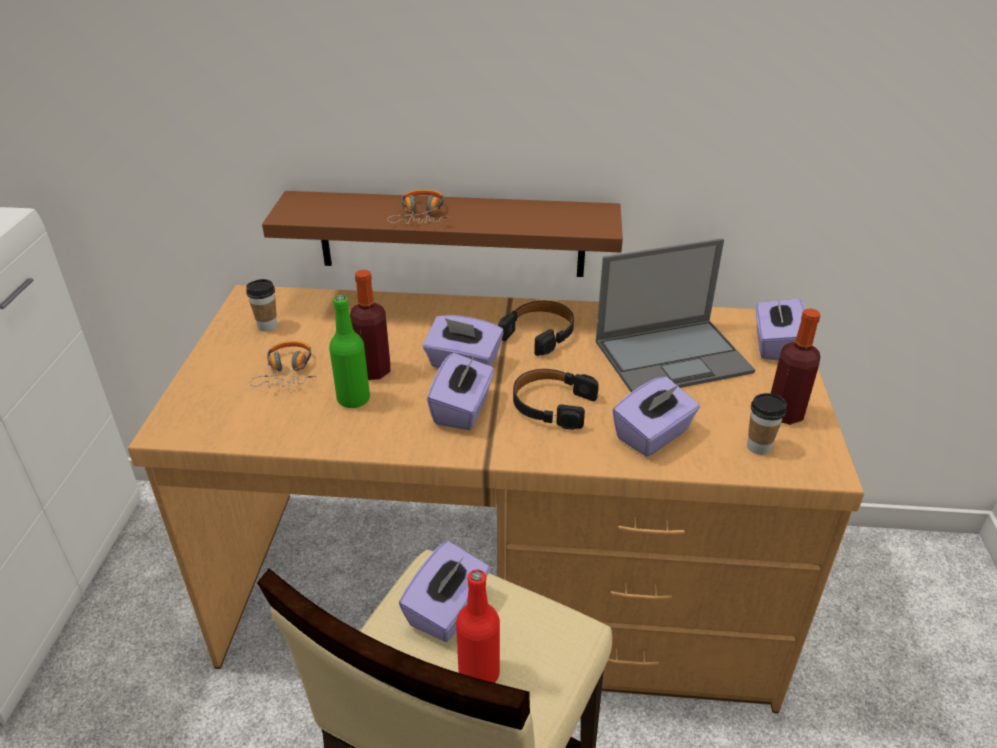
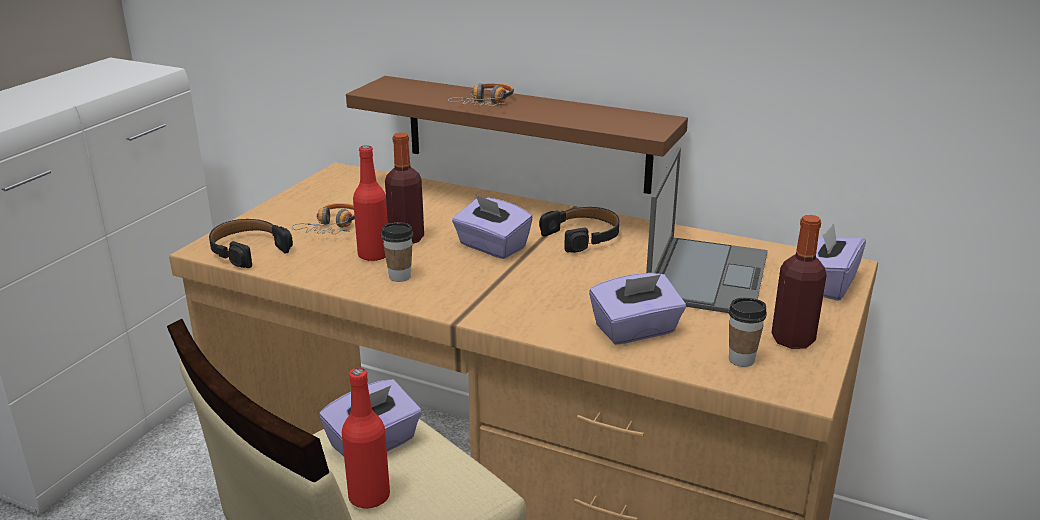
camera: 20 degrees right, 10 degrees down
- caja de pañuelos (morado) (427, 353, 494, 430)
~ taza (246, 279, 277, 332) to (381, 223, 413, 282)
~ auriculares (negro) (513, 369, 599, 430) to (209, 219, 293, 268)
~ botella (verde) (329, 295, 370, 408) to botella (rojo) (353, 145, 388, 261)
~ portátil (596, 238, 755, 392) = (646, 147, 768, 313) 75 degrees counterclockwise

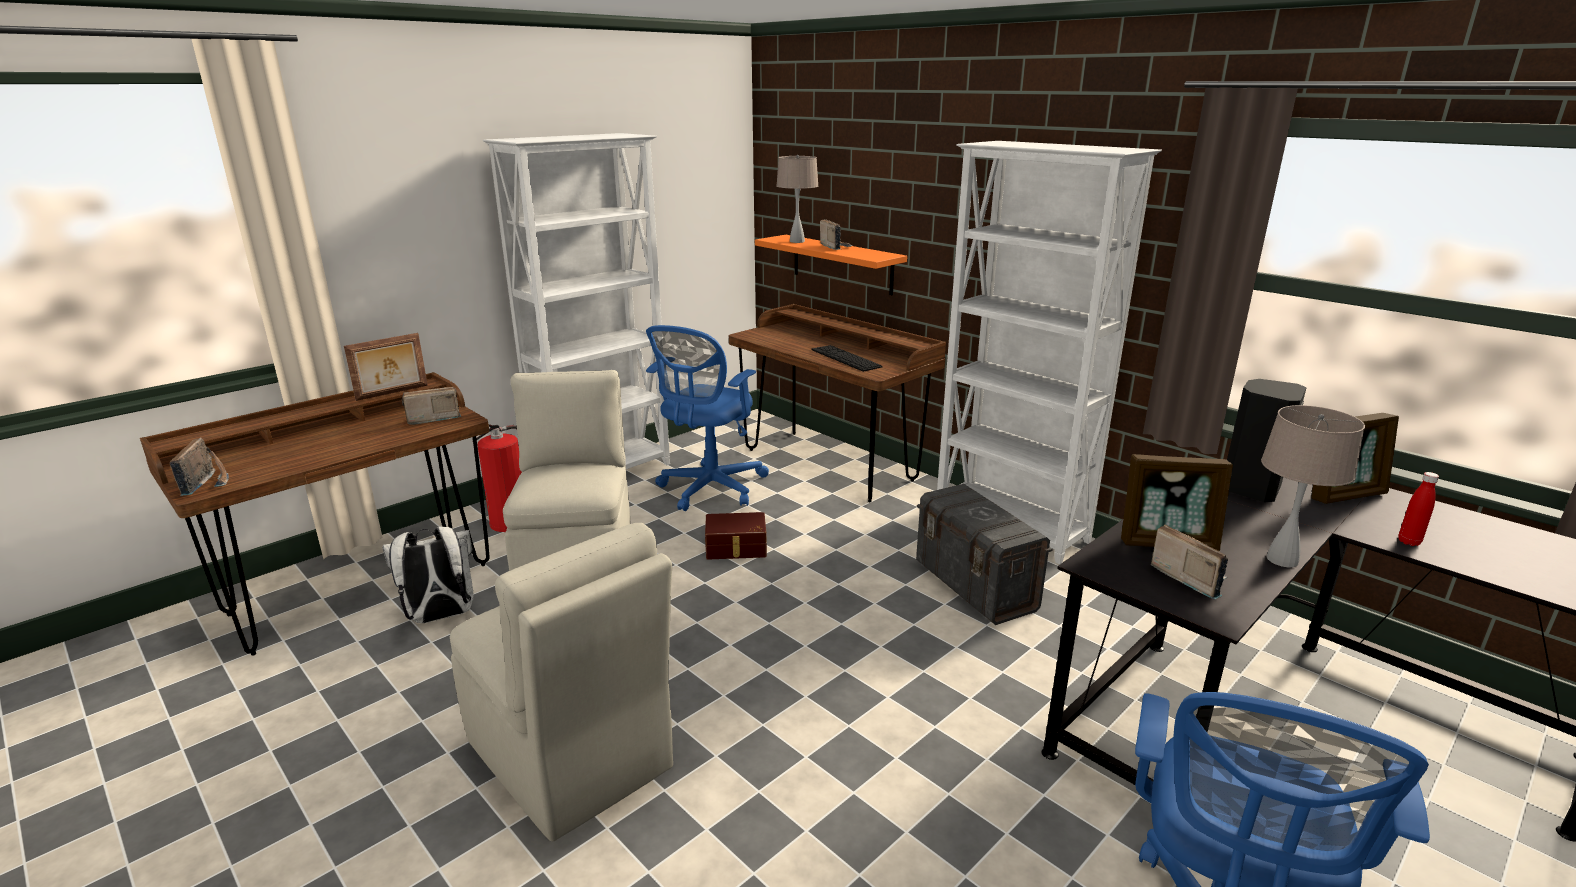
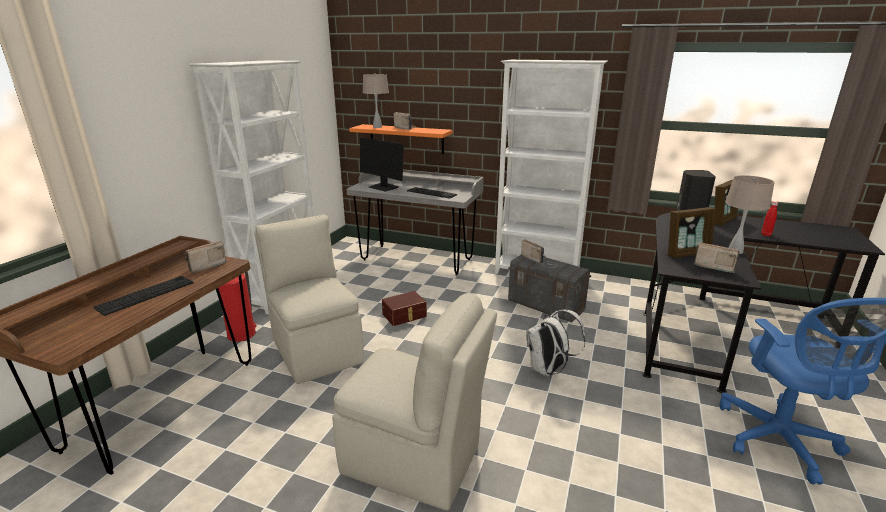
camera: 25 degrees left, 0 degrees up
- portarretratos (344, 333, 428, 401)
- silla de oficina (azul) (646, 325, 769, 511)
+ teclado (93, 276, 194, 316)
+ monitor (360, 137, 404, 192)
~ radio (170, 437, 229, 496) to (521, 239, 547, 264)
~ mochila (blanco) (382, 527, 474, 623) to (526, 309, 586, 377)
~ escritorio (marrón) (729, 304, 946, 502) to escritorio (gris) (346, 170, 484, 276)

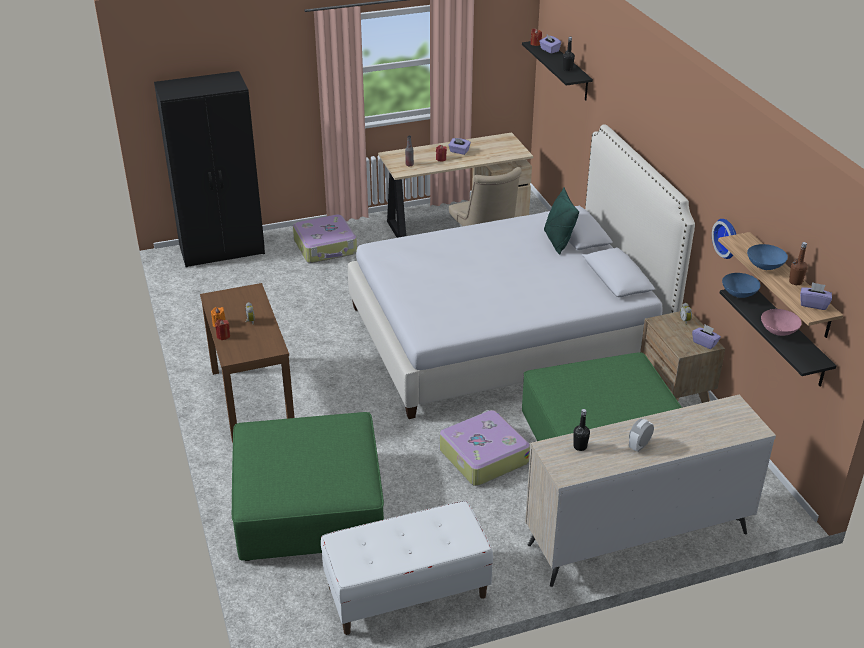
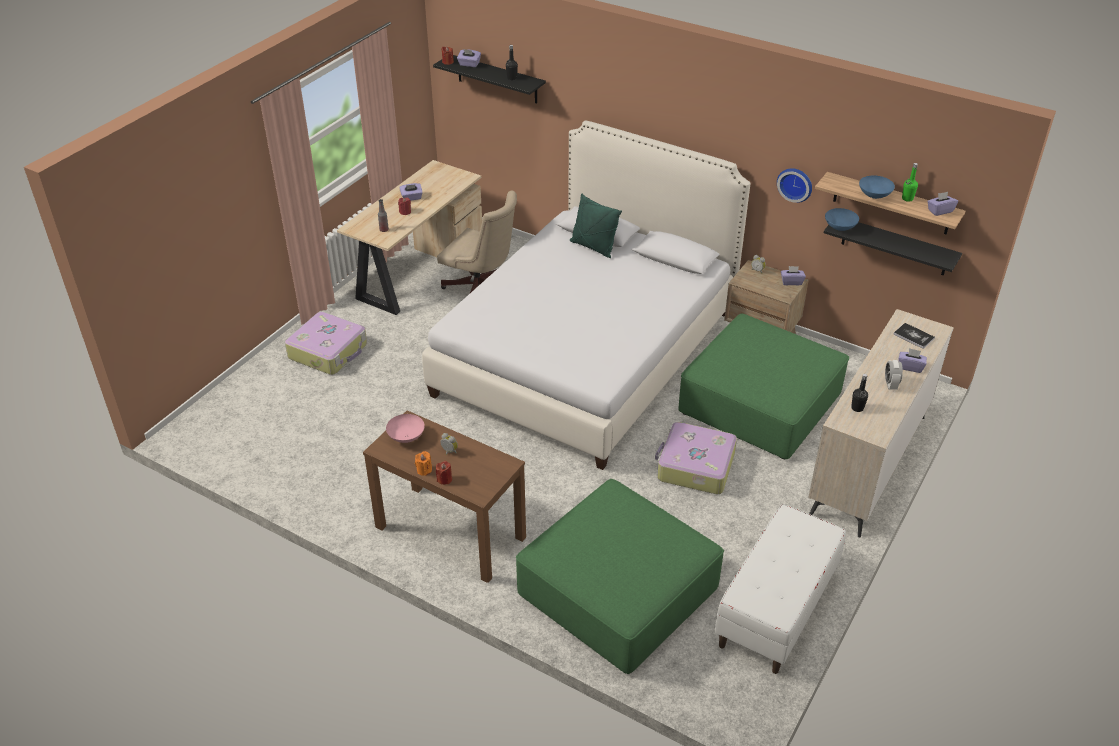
camera: 40 degrees left, 5 degrees up
- armario ropero (negro) (154, 71, 265, 267)
+ libro (893, 323, 935, 349)
+ caja de pañuelos (morado) (899, 348, 927, 373)
~ cuenco (rosa) (761, 309, 802, 336) to (386, 414, 425, 443)
~ botella (marrón) (789, 242, 808, 285) to botella (verde) (902, 163, 918, 202)

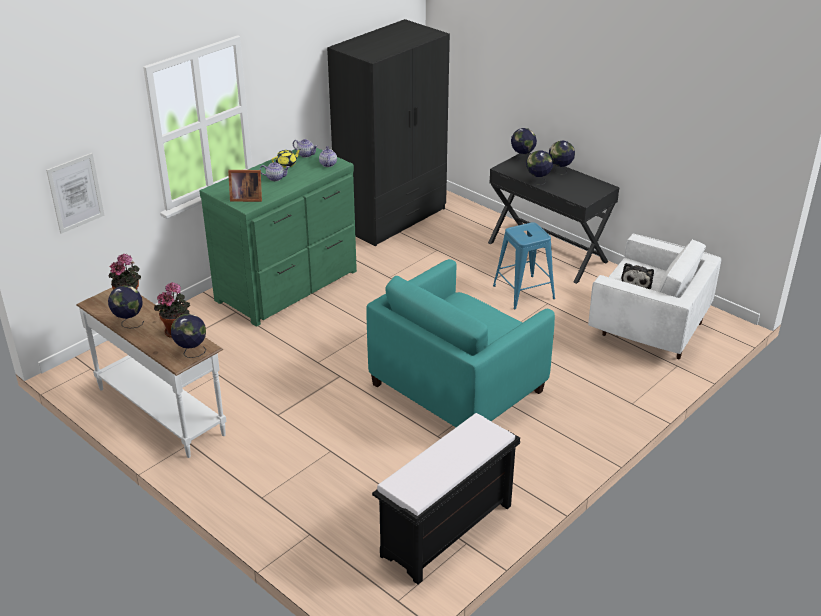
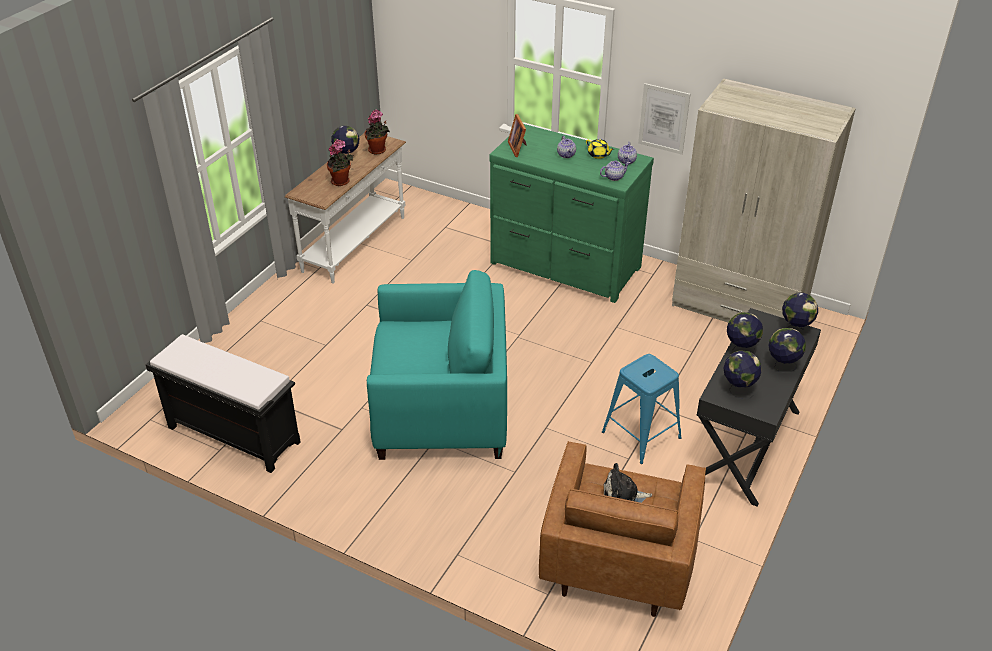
camera: 75 degrees right, 5 degrees up
~ cuadro (46, 153, 105, 234) to (638, 83, 690, 155)
~ globo terráqueo (171, 314, 206, 358) to (724, 350, 762, 400)
~ armario ropero (negro) (327, 19, 450, 246) to armario ropero (beis) (672, 78, 856, 323)
~ sillón (blanco) (588, 234, 722, 360) to sillón (marrón) (539, 441, 706, 617)
~ sillón (turquesa) (366, 259, 555, 427) = (367, 270, 507, 460) 150 degrees clockwise

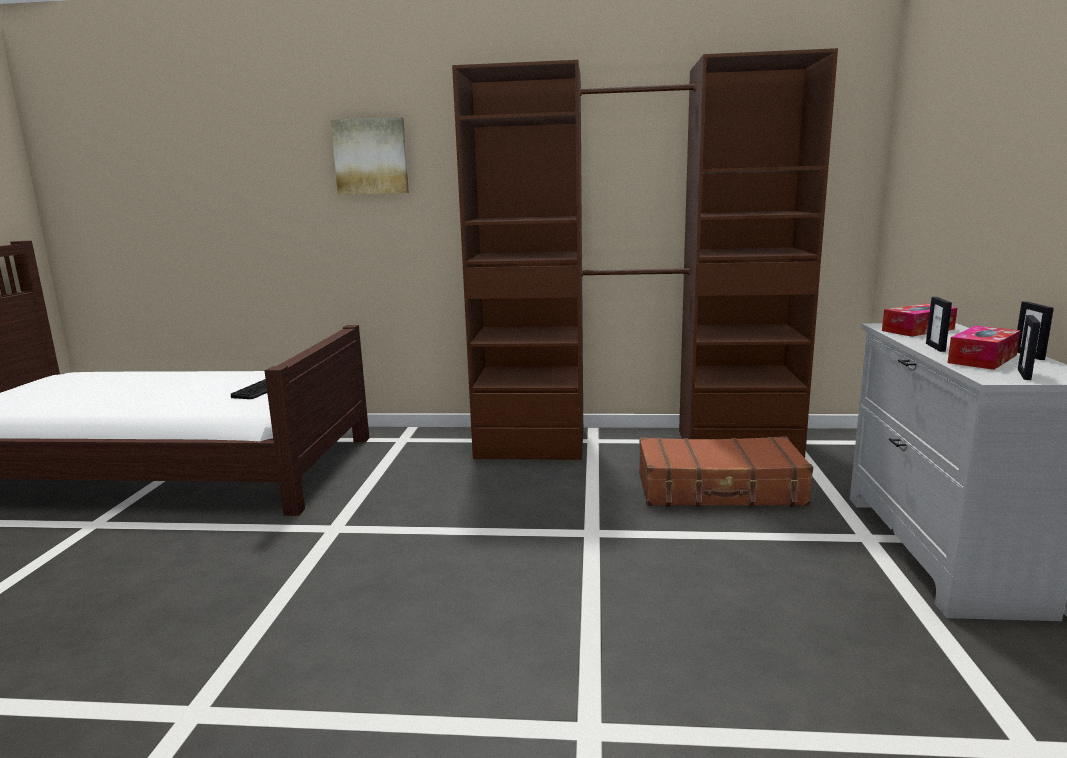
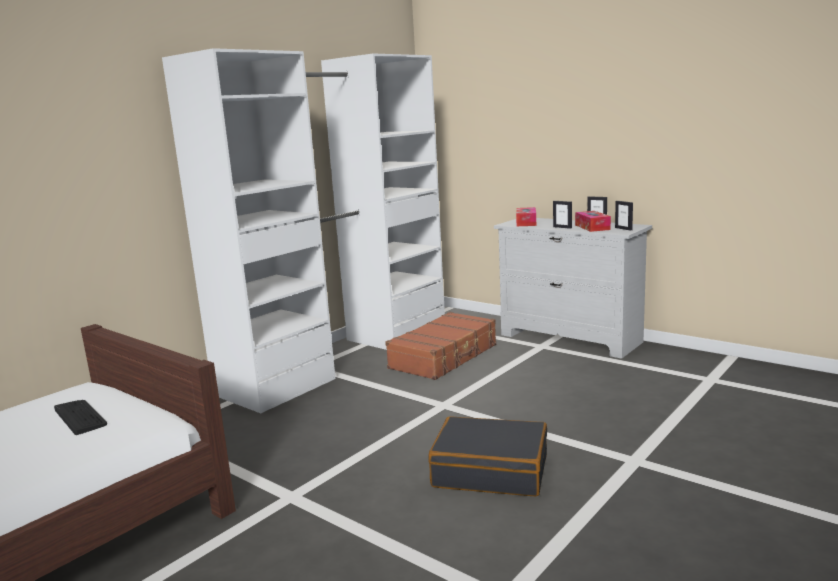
camera: 55 degrees left, 0 degrees up
- cuadro (331, 117, 409, 195)
+ maleta (negro) (428, 416, 547, 496)
~ armario ropero (marrón) (452, 48, 838, 460) to armario ropero (blanco) (162, 48, 445, 413)

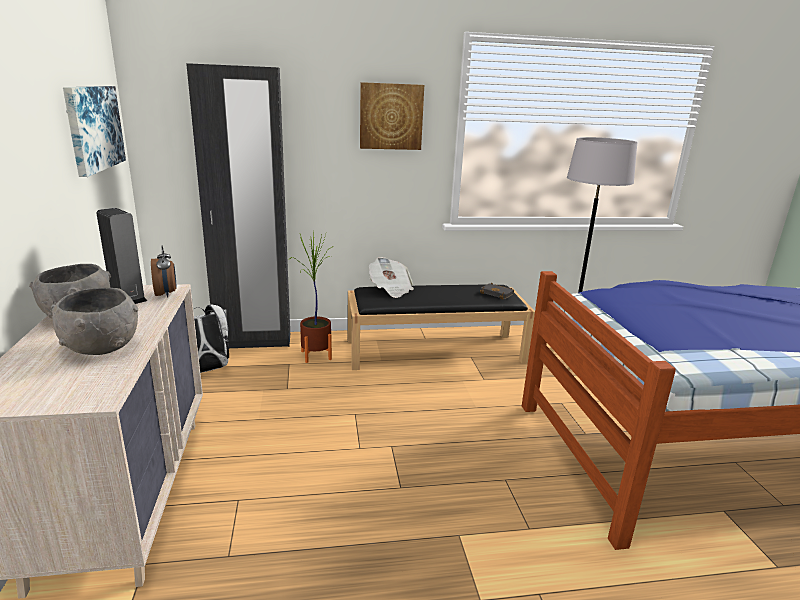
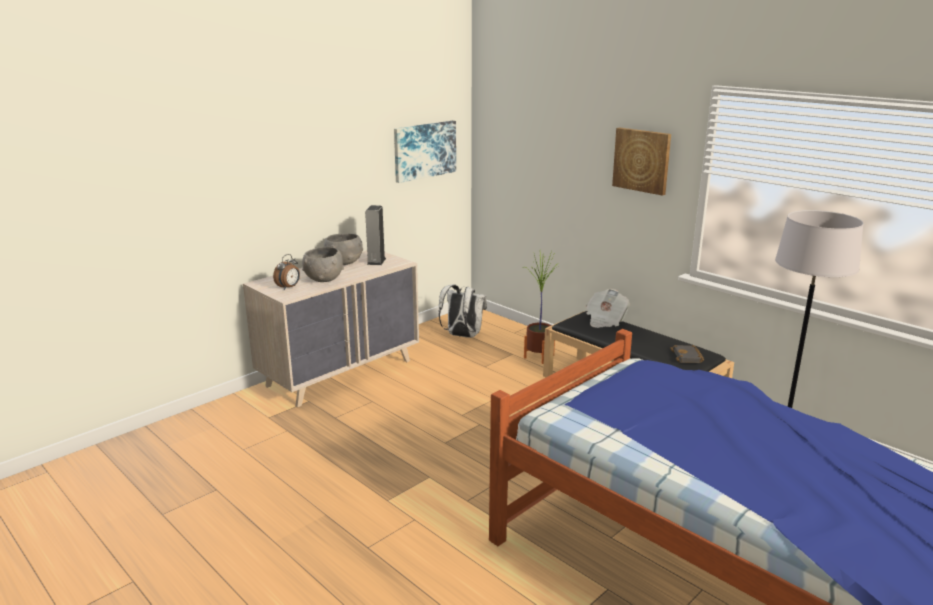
camera: 55 degrees right, 0 degrees up
- armario ropero (negro) (186, 63, 290, 348)
~ despertador (151, 245, 177, 298) to (273, 254, 300, 290)

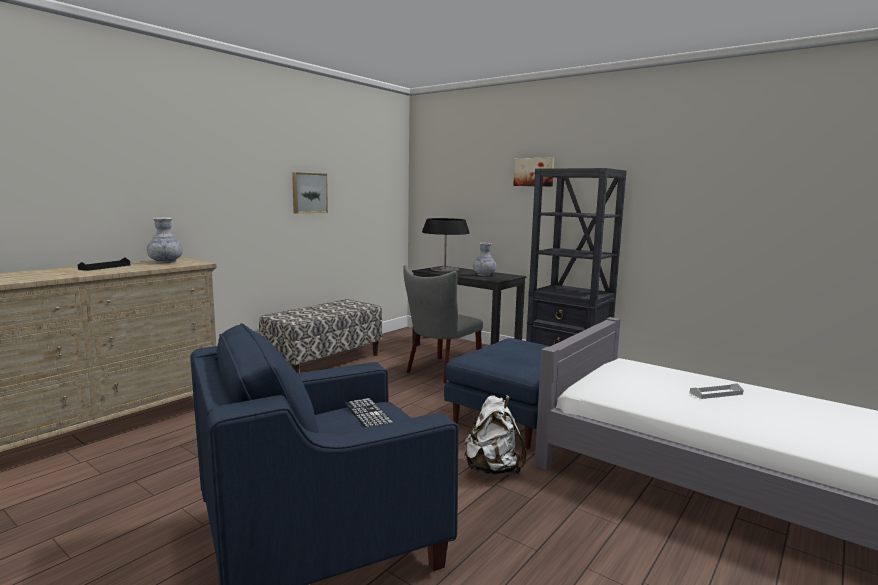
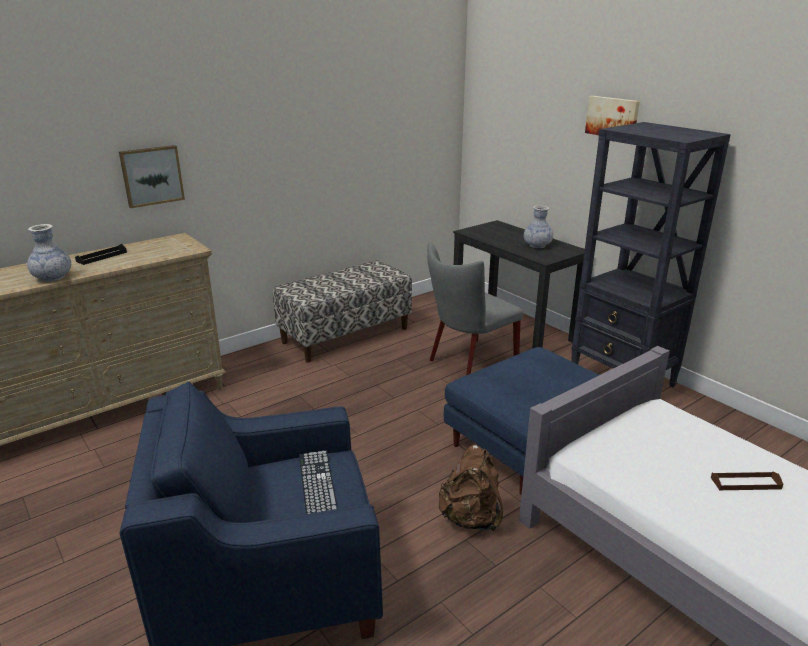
camera: 15 degrees right, 15 degrees up
- lámpara de mesa (422, 218, 470, 272)
~ florero (147, 217, 183, 263) to (27, 224, 71, 282)
~ cuadro (292, 172, 328, 214) to (119, 145, 185, 208)
~ mochila (blanco) (464, 395, 527, 475) to mochila (marrón) (438, 445, 503, 532)
~ bandeja (blanco) (690, 383, 744, 399) to bandeja (marrón) (711, 471, 783, 490)

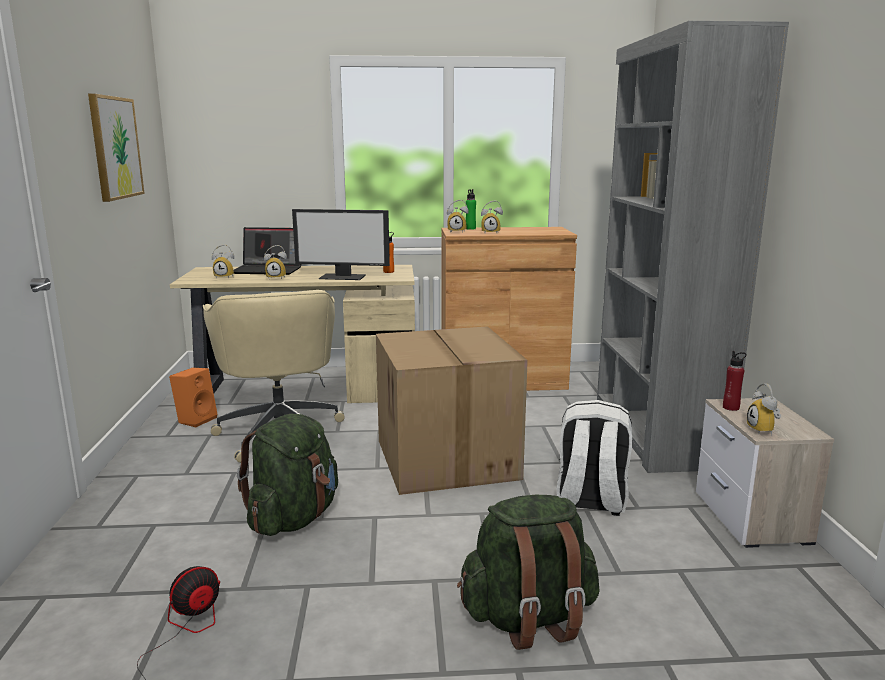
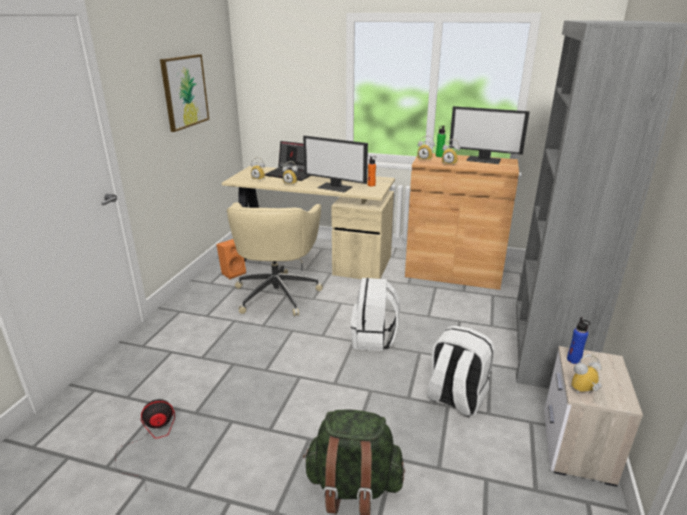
camera: 20 degrees right, 10 degrees up
- mochila (verde) (237, 414, 338, 536)
+ monitor (449, 106, 530, 164)
~ caja de cartón (376, 326, 528, 495) to mochila (blanco) (351, 278, 400, 351)
~ botella (rojo) (723, 351, 747, 411) to botella (azul) (567, 317, 590, 364)
~ despertador (747, 383, 781, 436) = (571, 354, 602, 394) 60 degrees clockwise

